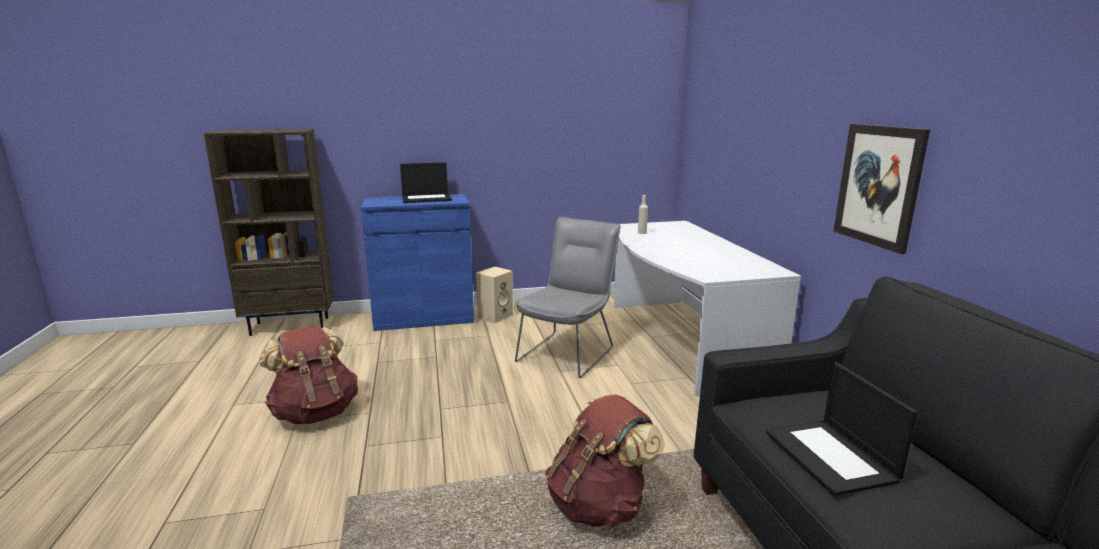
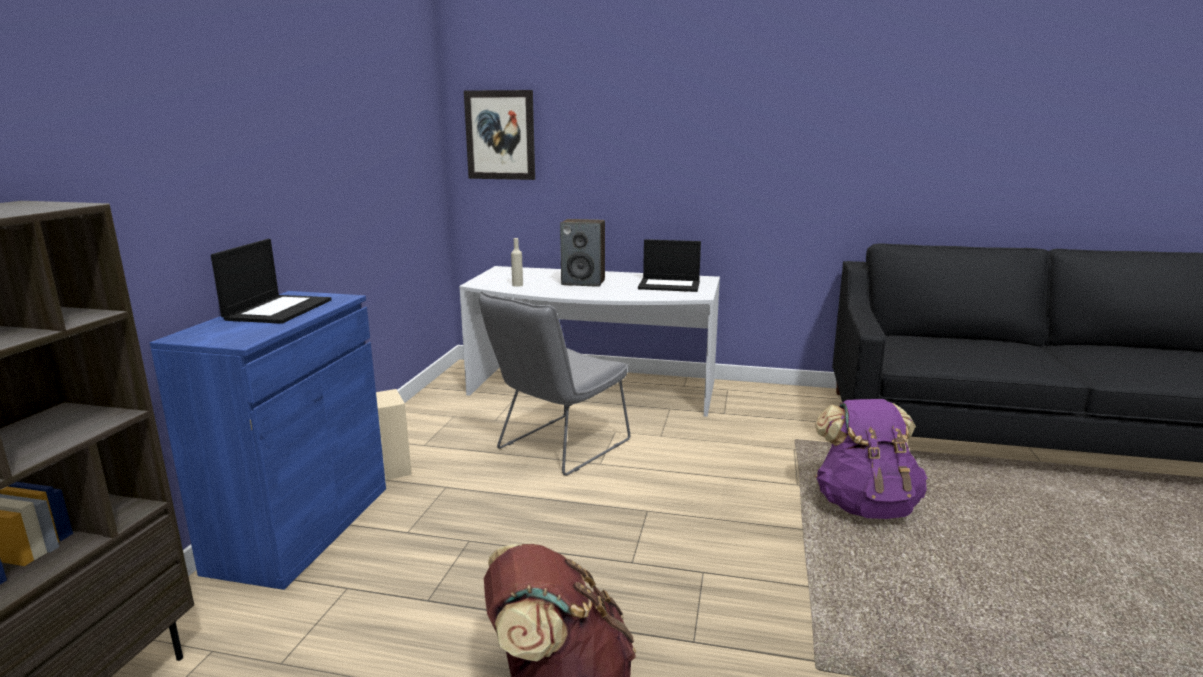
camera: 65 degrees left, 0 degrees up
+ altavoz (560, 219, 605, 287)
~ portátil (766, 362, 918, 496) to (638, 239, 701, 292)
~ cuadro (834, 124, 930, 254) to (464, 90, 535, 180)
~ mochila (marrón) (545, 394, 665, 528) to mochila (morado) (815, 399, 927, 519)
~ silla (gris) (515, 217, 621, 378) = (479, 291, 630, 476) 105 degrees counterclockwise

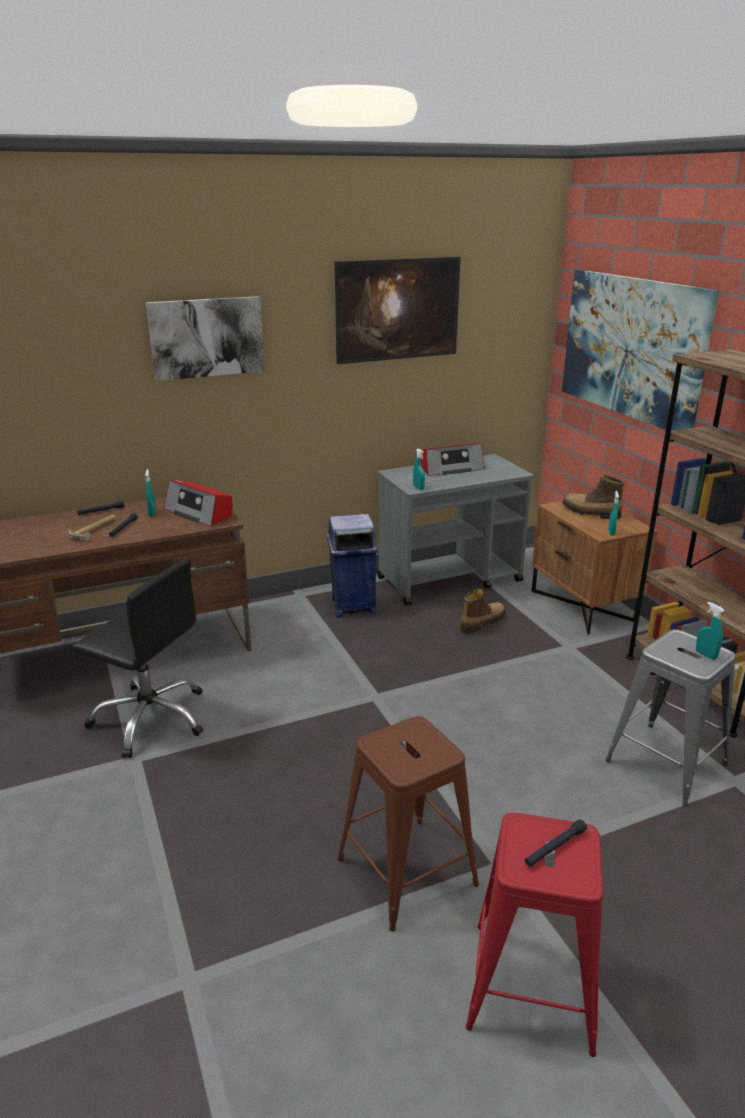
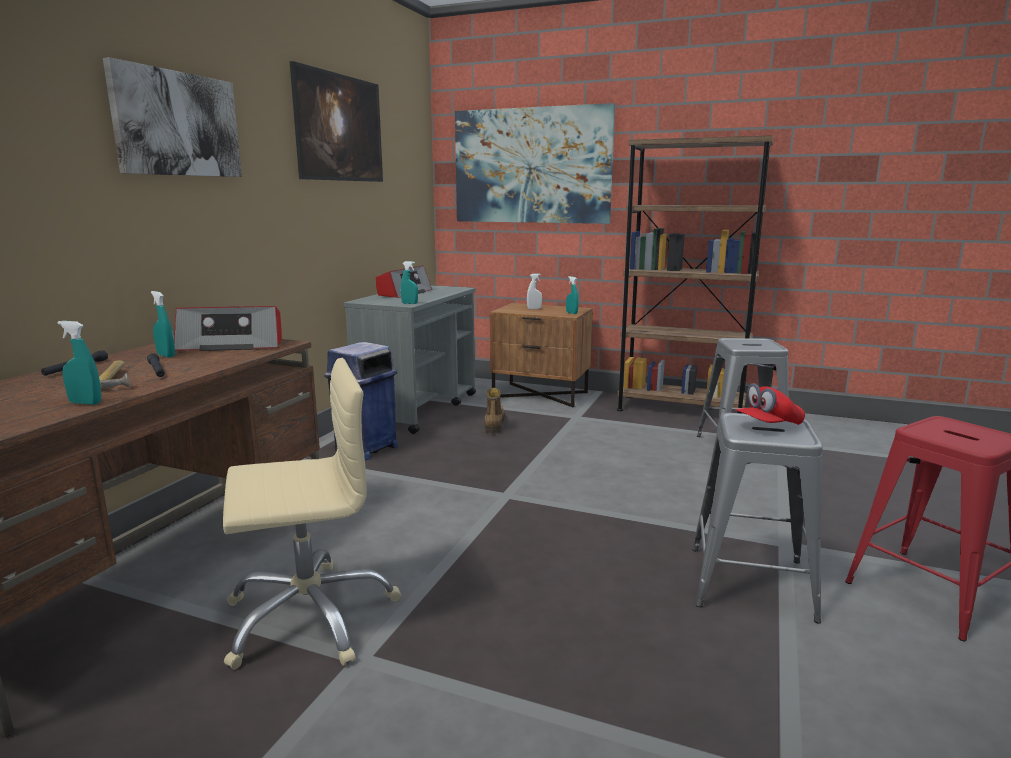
camera: 45 degrees left, 10 degrees down
- linterna (negro) (525, 819, 587, 867)
+ gorra (rojo) (735, 383, 805, 425)
~ pulverizador (turquesa) (696, 602, 724, 660) to (57, 321, 101, 405)
~ bota (562, 475, 625, 519) to pulverizador (blanco) (527, 273, 542, 309)
~ silla de oficina (negro) (72, 558, 203, 758) to silla de oficina (beis) (223, 358, 401, 669)
~ taburete (marrón) (338, 716, 479, 932) to taburete (gris) (692, 413, 823, 624)

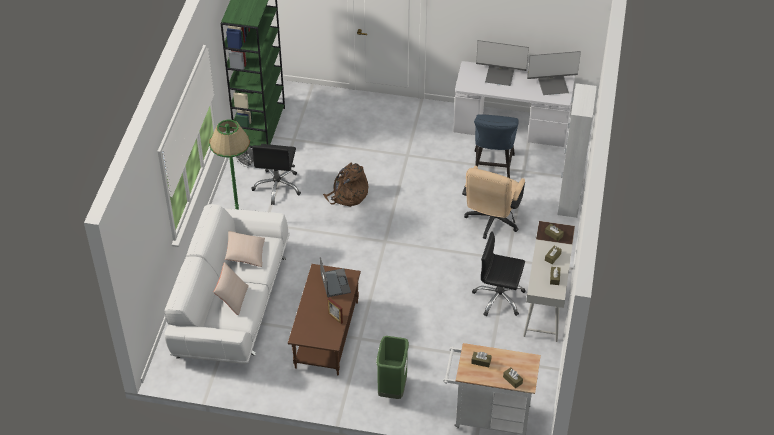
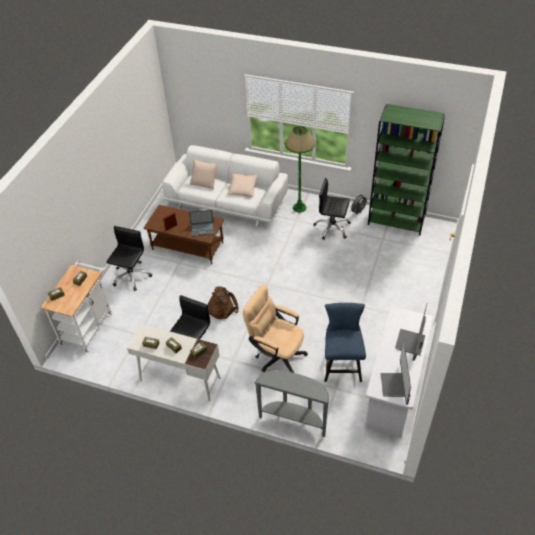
camera: 100 degrees right, 0 degrees up
~ mochila (marrón) (323, 162, 368, 207) to (208, 286, 238, 319)
~ papelera (verde) (376, 336, 409, 399) to silla de oficina (negro) (107, 226, 152, 291)
~ armario (blanco) (558, 83, 597, 218) to mesa consola (gris) (254, 370, 329, 437)
~ silla (azul) (474, 114, 519, 178) = (324, 303, 366, 382) 75 degrees clockwise

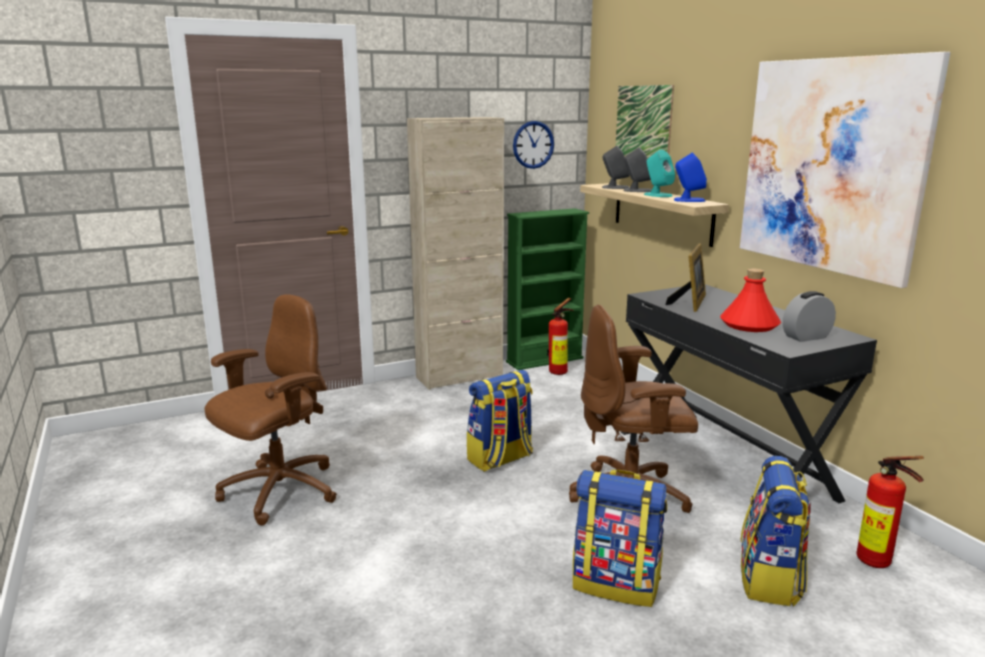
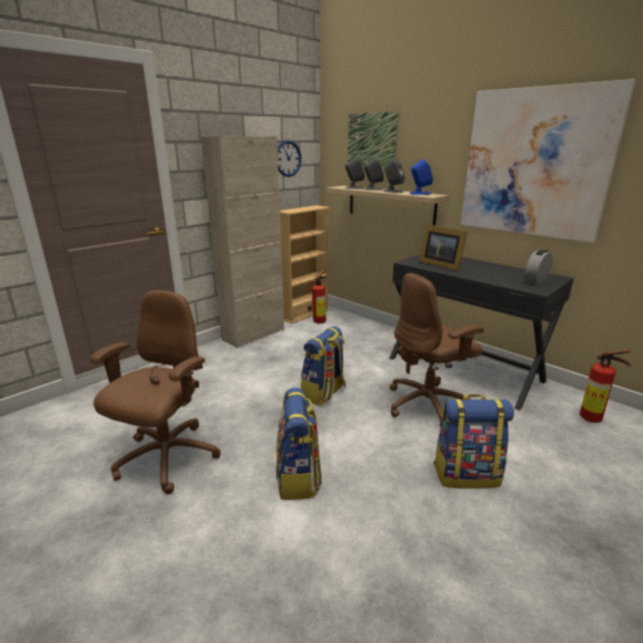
camera: 20 degrees left, 5 degrees up
- botella (rojo) (720, 269, 781, 332)
~ mochila (741, 456, 810, 607) to (276, 388, 322, 500)
~ estantería (verde) (506, 208, 589, 370) to estantería (beis) (280, 205, 330, 324)
~ altavoz (turquesa) (644, 150, 675, 197) to altavoz (gris) (383, 159, 405, 193)
~ portarretratos (665, 243, 706, 312) = (419, 225, 468, 271) 135 degrees clockwise

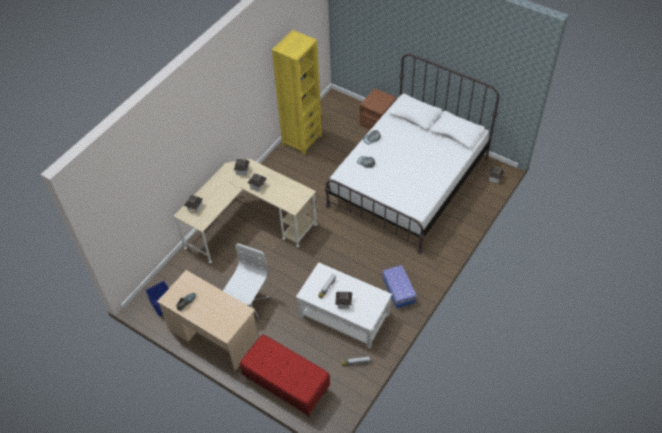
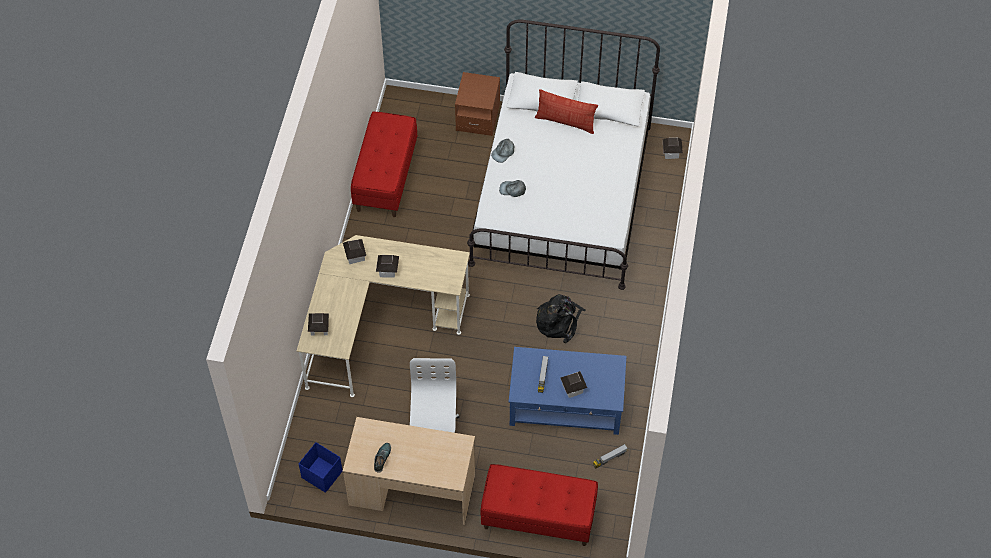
camera: 25 degrees left, 5 degrees up
- caja de almacenaje (382, 265, 417, 309)
+ cojín (535, 89, 598, 134)
+ mochila (negro) (536, 294, 586, 343)
~ estantería (amarillo) (272, 30, 322, 155) to banco (rojo) (351, 111, 417, 217)
~ mesa de centro (blanco) (296, 262, 392, 349) to mesa de centro (azul) (509, 347, 627, 435)

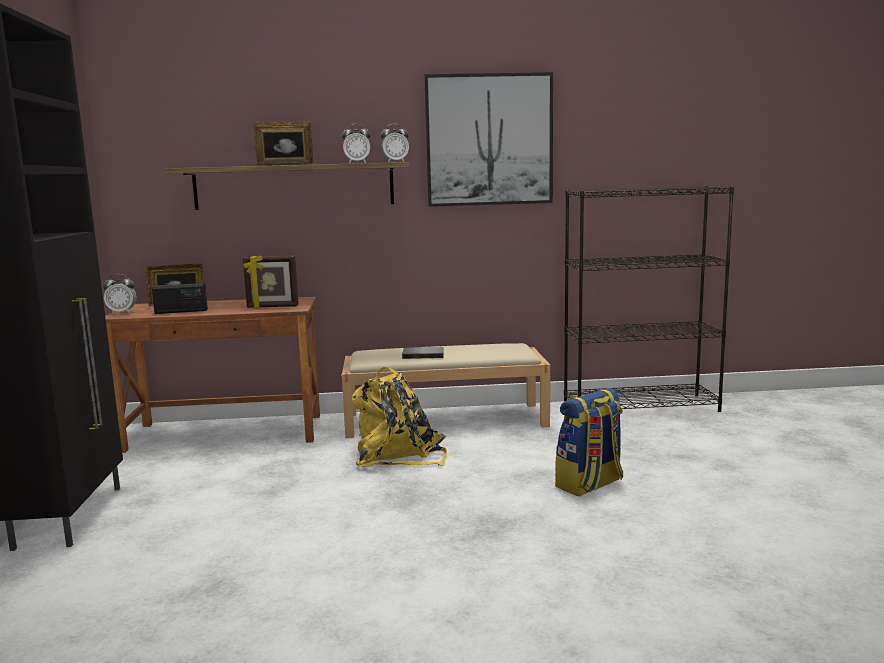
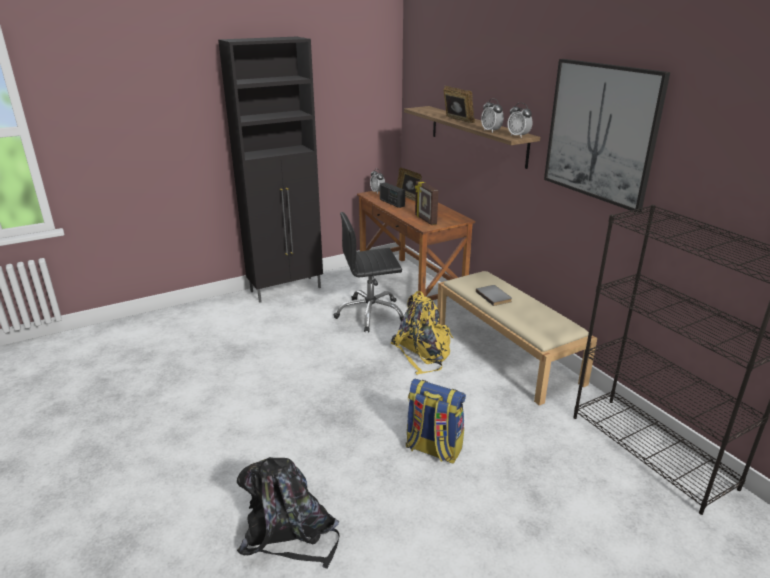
camera: 65 degrees right, 15 degrees up
+ mochila (negro) (237, 457, 339, 568)
+ silla de oficina (negro) (334, 212, 404, 332)

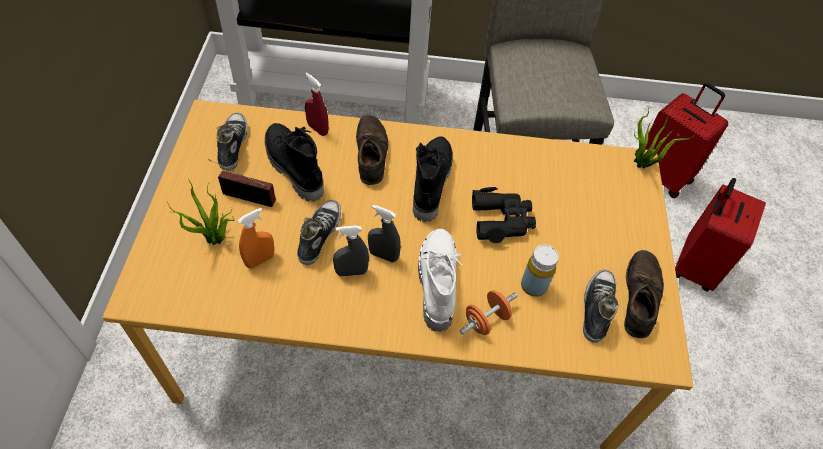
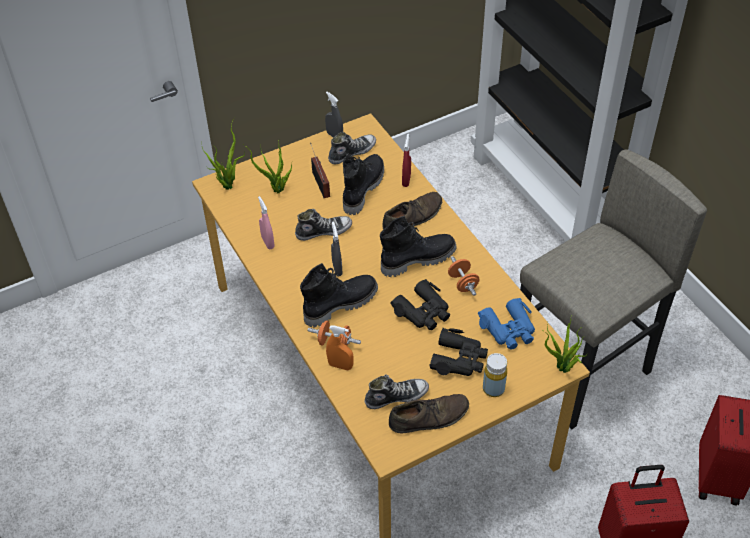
camera: 60 degrees right, 5 degrees down
+ planta en maceta (201, 118, 245, 190)
+ pulverizador (rosa) (258, 196, 274, 249)
+ prismáticos (negro) (429, 328, 488, 376)
+ mancuerna (naranja) (448, 256, 480, 296)
+ prismáticos (azul) (478, 298, 535, 350)
~ pulverizador (naranja) (238, 208, 274, 269) to (326, 325, 354, 370)
~ pulverizador (gris) (333, 226, 369, 276) to (325, 92, 343, 137)
~ botella (amarillo) (521, 244, 559, 297) to (483, 353, 507, 397)
~ bota (blanco) (418, 229, 462, 332) to bota (negro) (300, 263, 378, 327)

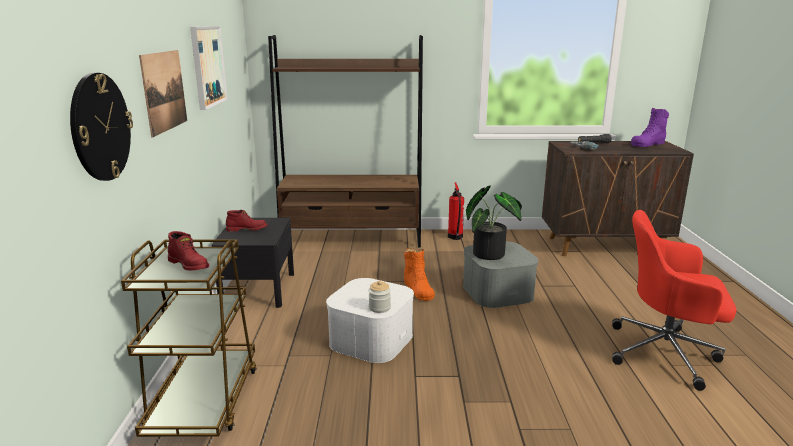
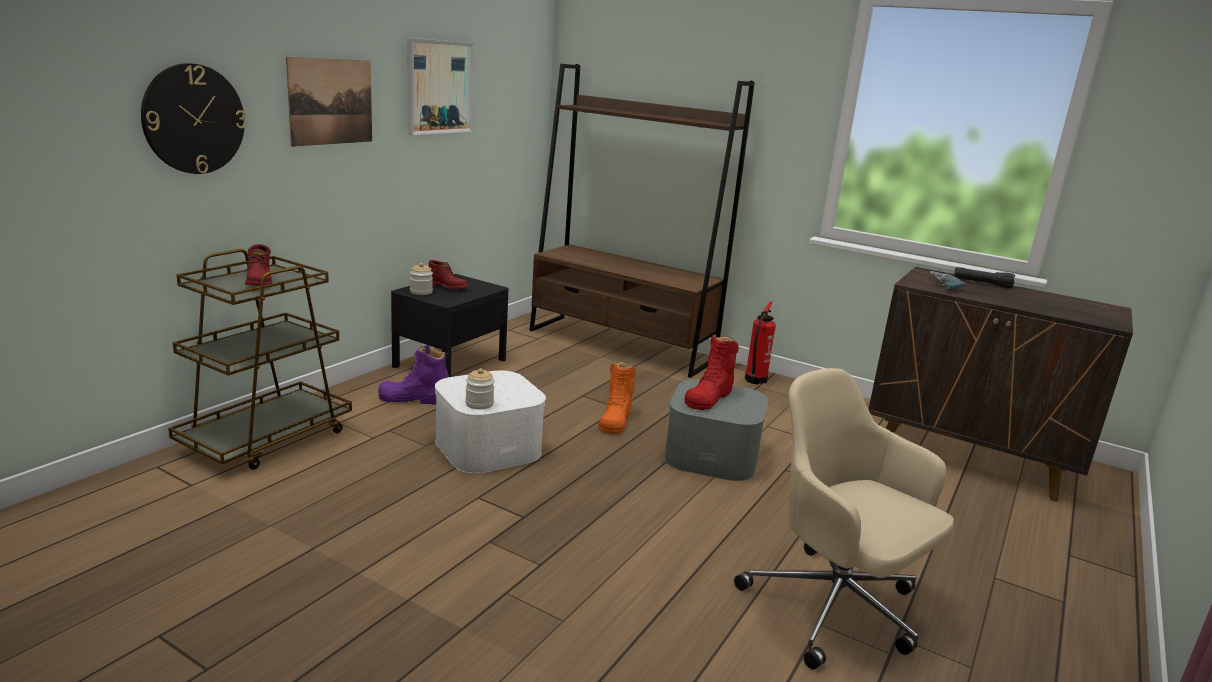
camera: 30 degrees right, 0 degrees up
+ tarro (410, 263, 433, 295)
~ bota (morado) (631, 108, 669, 147) to (378, 345, 449, 405)
~ planta en maceta (466, 185, 522, 260) to bota (rojo) (685, 335, 739, 410)
~ silla de oficina (rojo) (612, 210, 736, 391) to silla de oficina (beis) (734, 368, 954, 670)

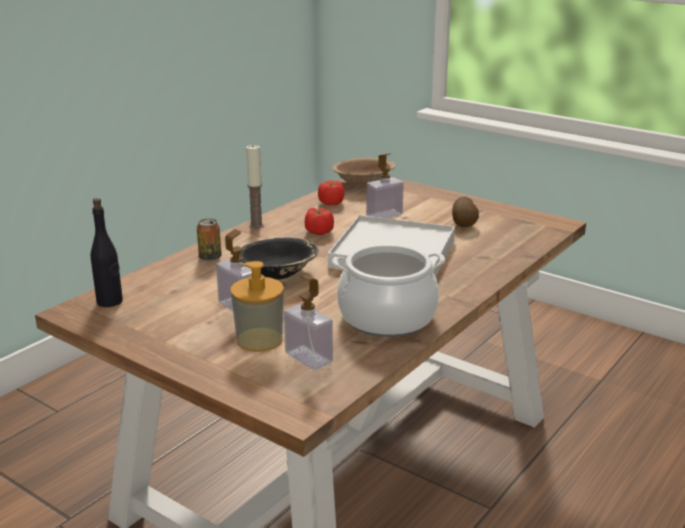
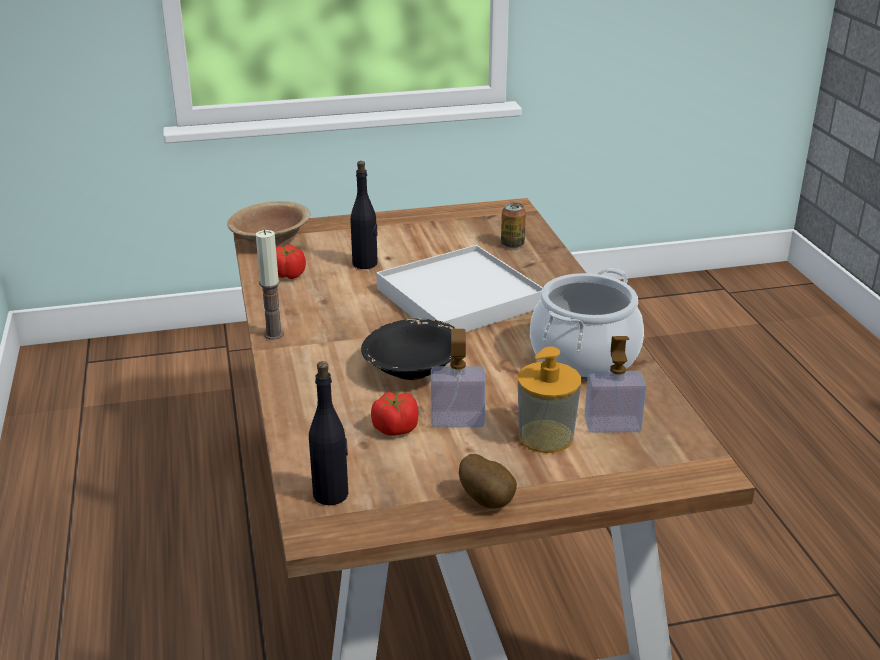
camera: 50 degrees left, 5 degrees up
~ lata (197, 218, 222, 261) to (501, 203, 526, 248)
~ tomate (305, 208, 334, 235) to (371, 392, 418, 436)
~ patata (452, 197, 479, 227) to (459, 454, 517, 509)
~ dispensador de jabón (366, 154, 404, 218) to botella (negro) (351, 161, 378, 269)

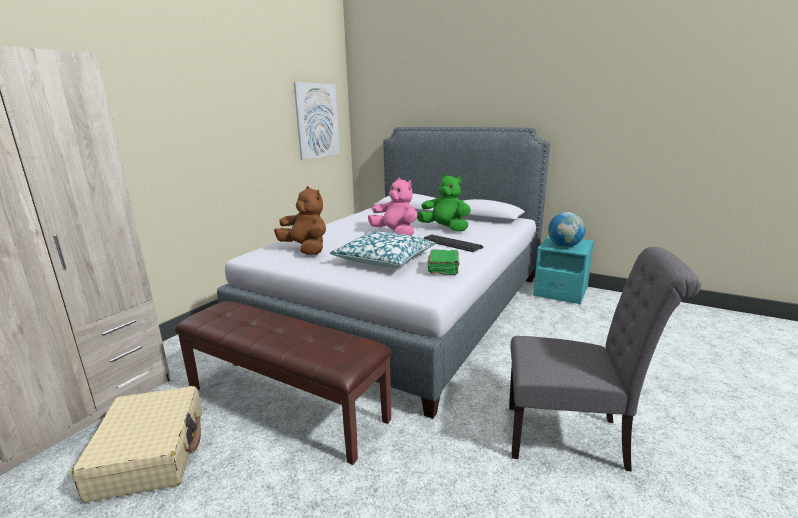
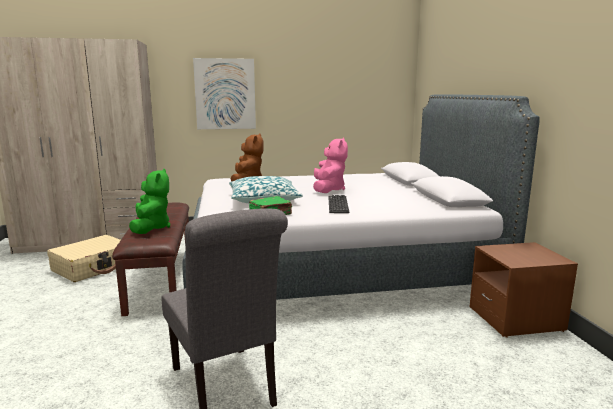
camera: 50 degrees right, 5 degrees down
- globo terráqueo (548, 212, 586, 247)
~ cuadro (294, 82, 340, 160) to (193, 58, 256, 129)
~ peluche (verde) (417, 174, 471, 232) to (129, 169, 170, 234)
~ mesita de noche (turquesa) (533, 235, 594, 305) to mesita de noche (marrón) (469, 242, 578, 338)

